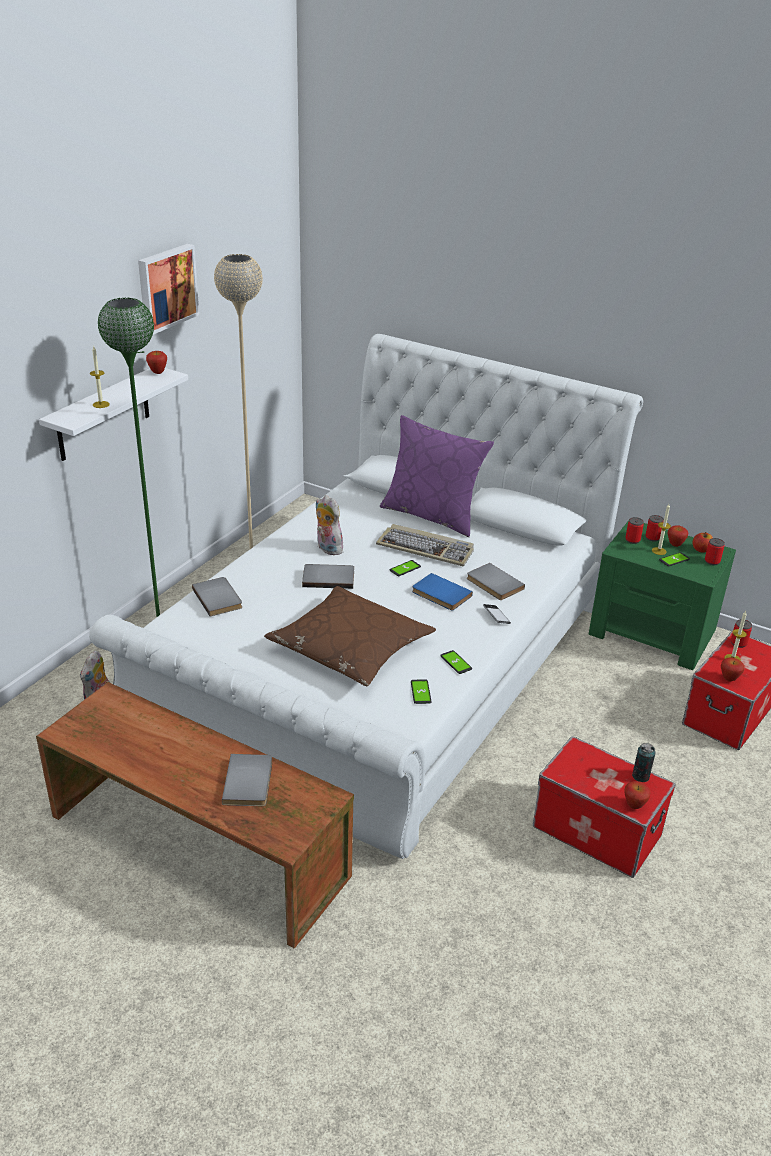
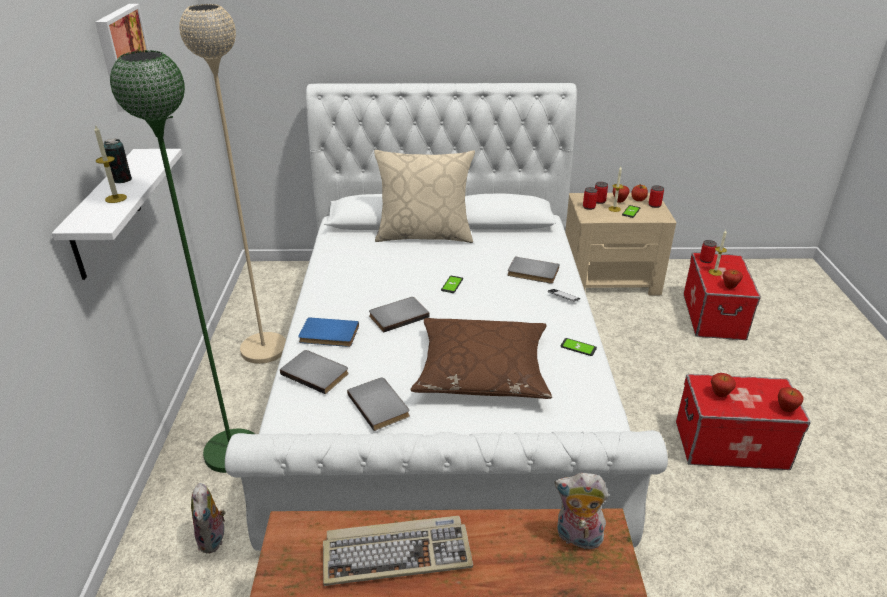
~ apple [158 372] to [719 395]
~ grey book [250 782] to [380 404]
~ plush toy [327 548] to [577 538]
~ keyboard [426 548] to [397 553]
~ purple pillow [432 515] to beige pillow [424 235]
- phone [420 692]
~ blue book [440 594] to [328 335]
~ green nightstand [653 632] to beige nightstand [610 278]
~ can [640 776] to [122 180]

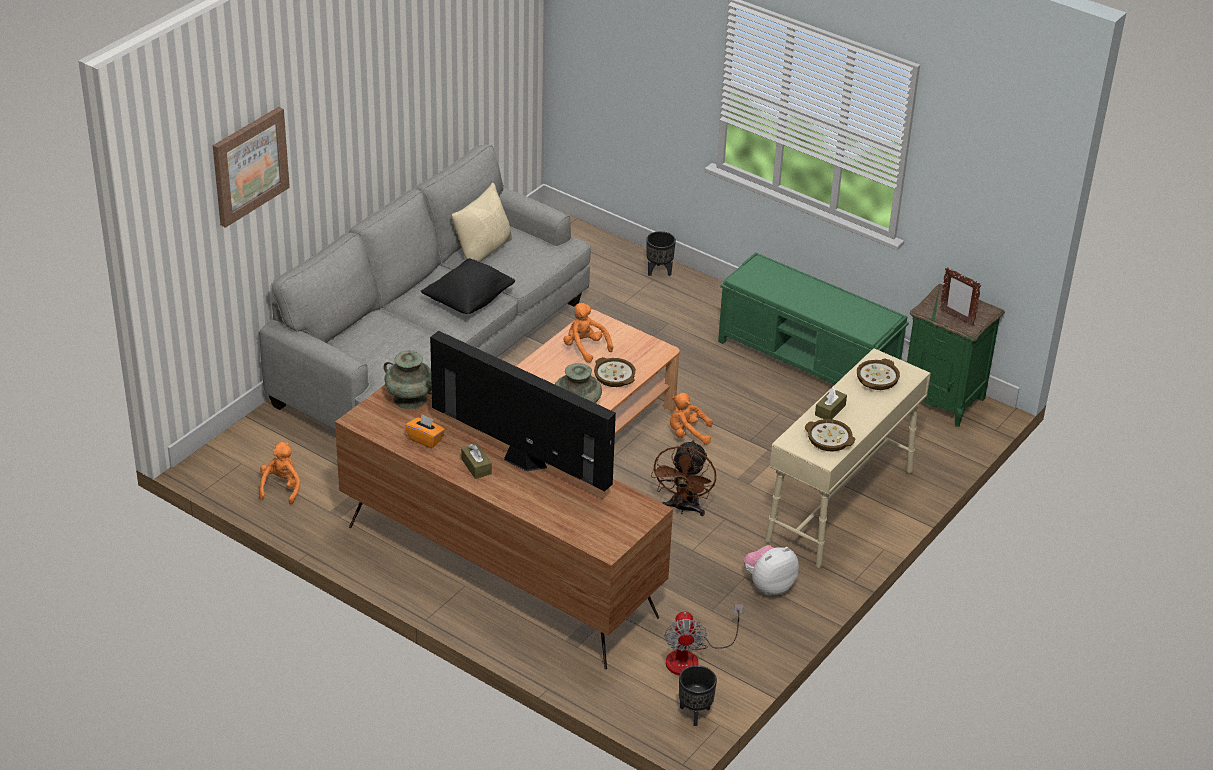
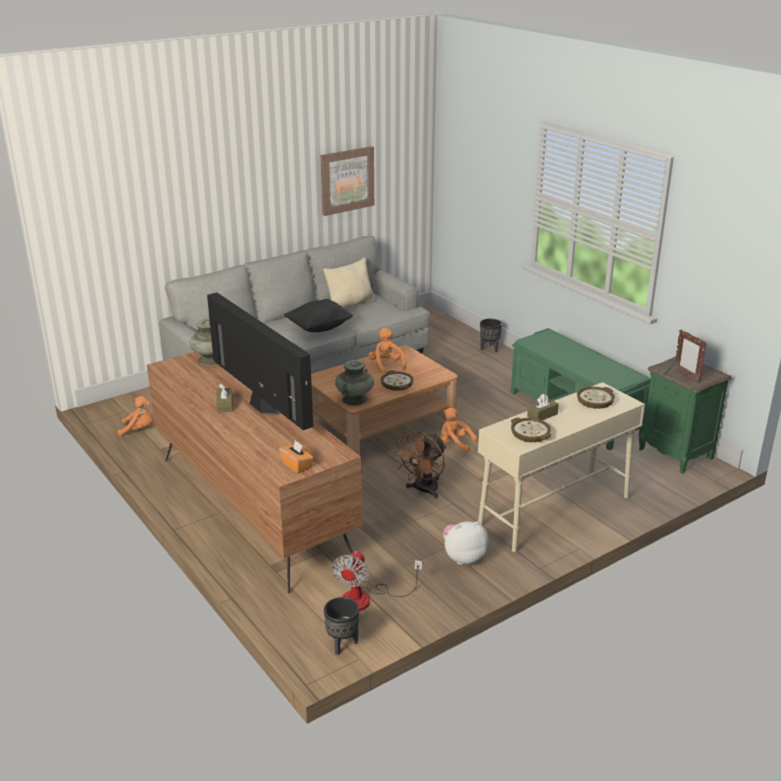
~ picture [249 165] to [346 180]
~ orange plush toy [281 488] = [139 429] 60 degrees clockwise
~ orange tissue box [425 439] to [297 465]

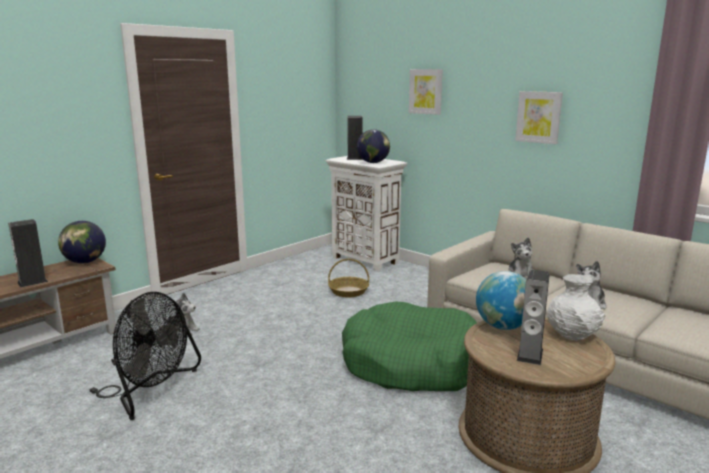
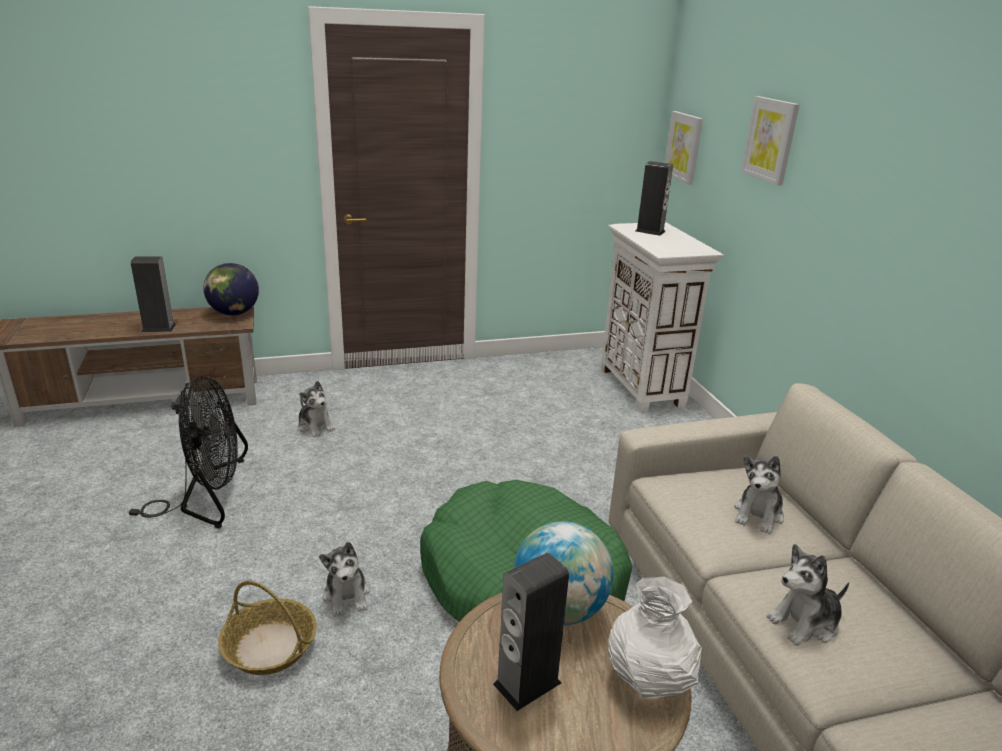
~ black fan [148 391] = [205 495] 60 degrees counterclockwise
~ basket [349 291] to [270 646]
- globe [373 163]
~ picture [539 117] to [684 147]
+ plush toy [347 596]

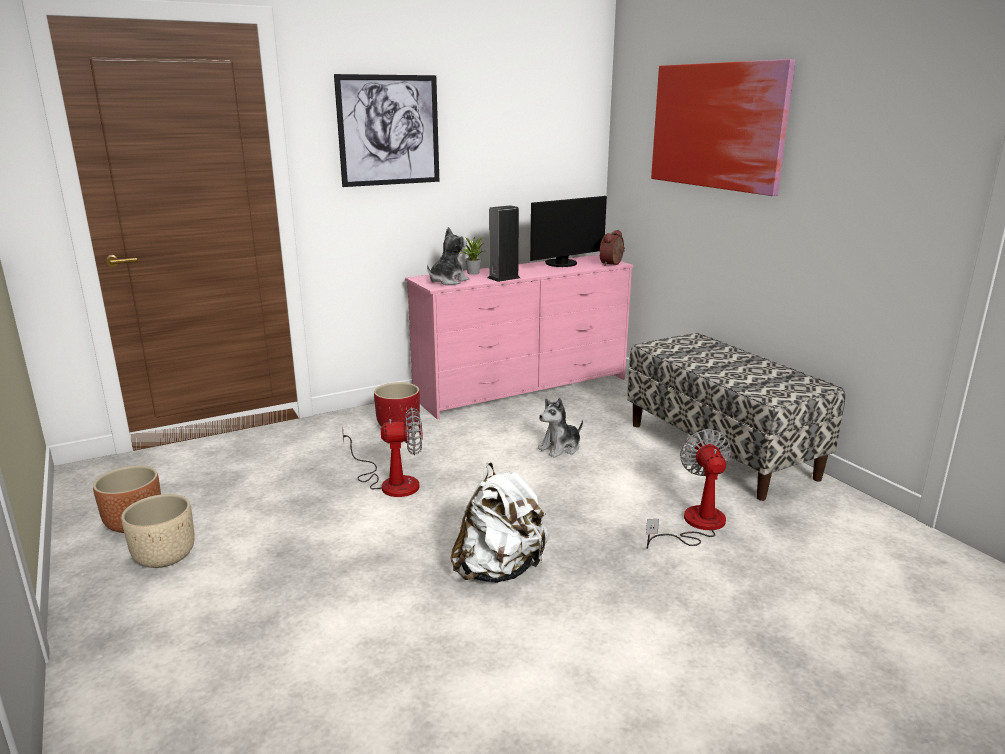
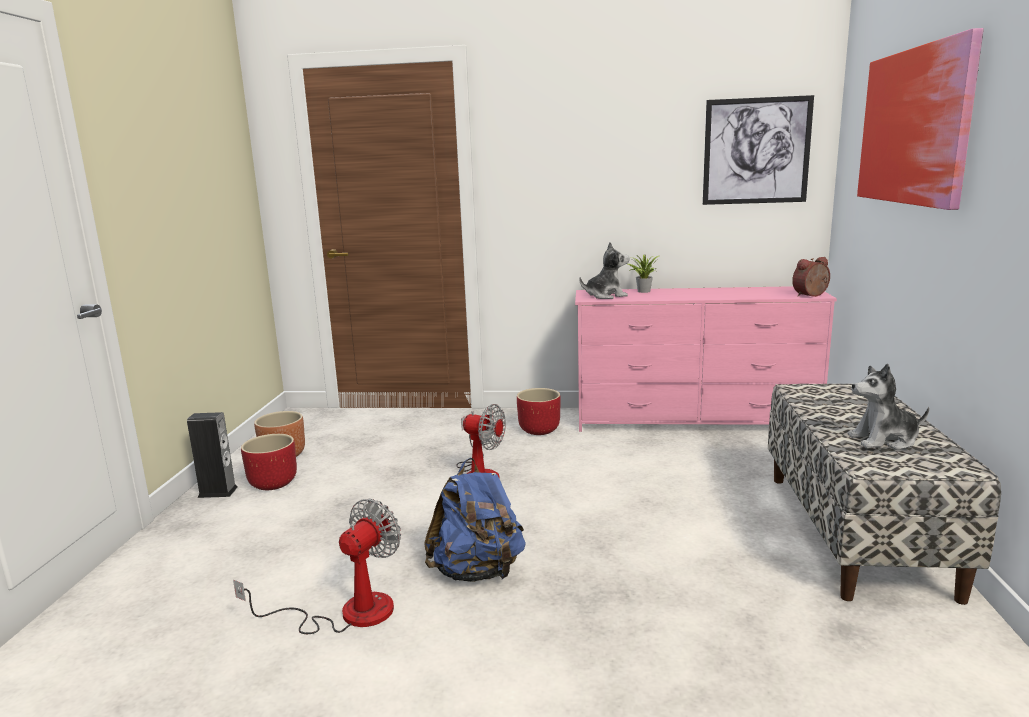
~ beige planter [165 556] to red planter [273 483]
~ picture [389 130] to [756 151]
~ white backpack [499 570] to blue backpack [477 572]
~ speaker [503 278] to [218 492]
- monitor [563 264]
~ plush toy [560 448] to [884 440]
~ fan [695 525] to [347 613]

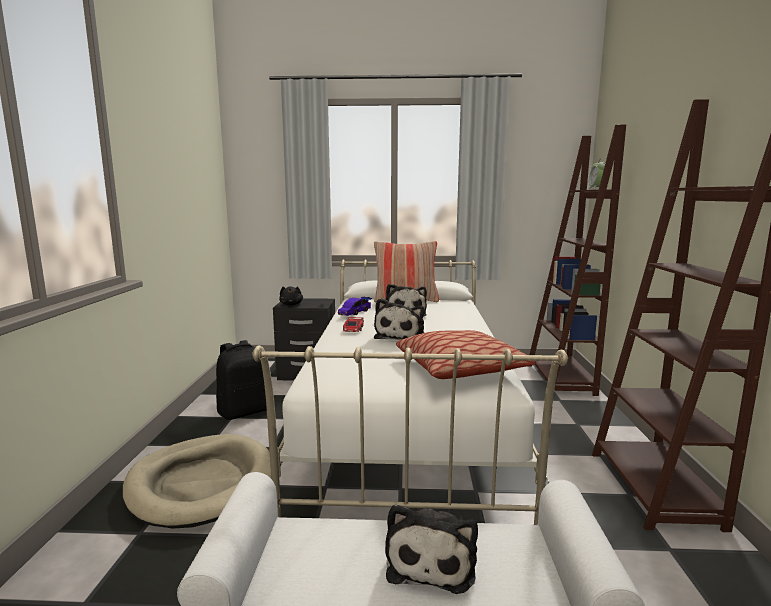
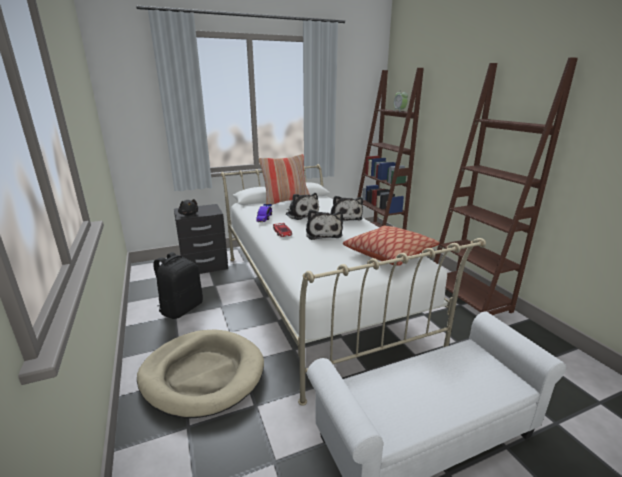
~ plush toy [431 560] to [344 217]

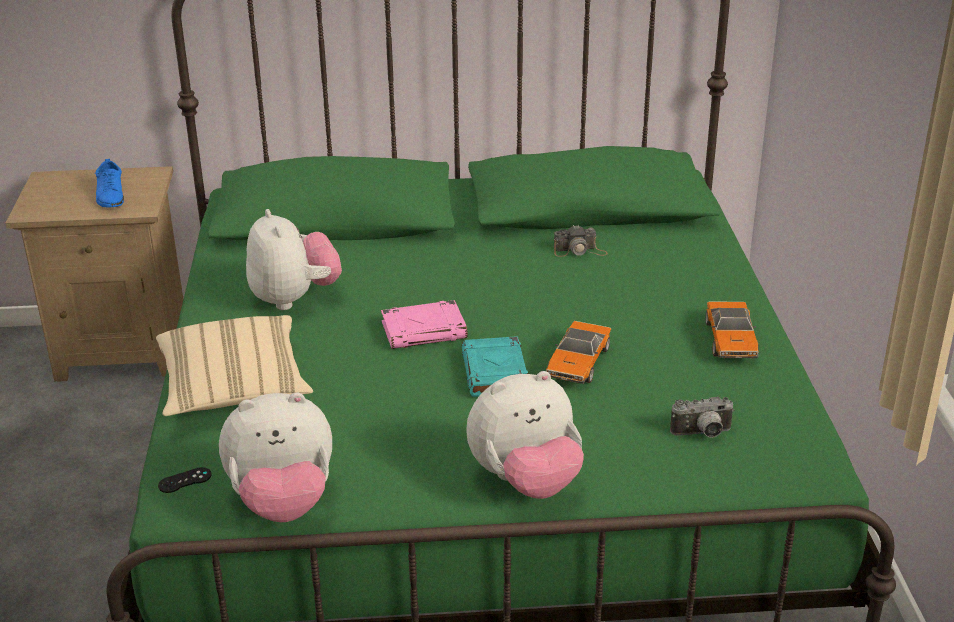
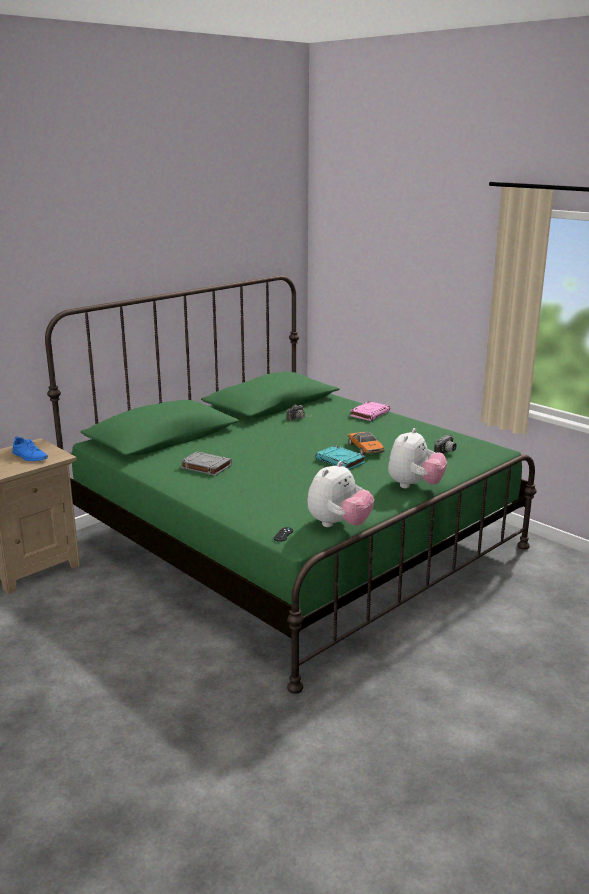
- beige pillow [234 388]
~ plush toy [294 298] to grey book [205 466]
~ pink book [425 330] to [369 414]
- toy car [731 340]

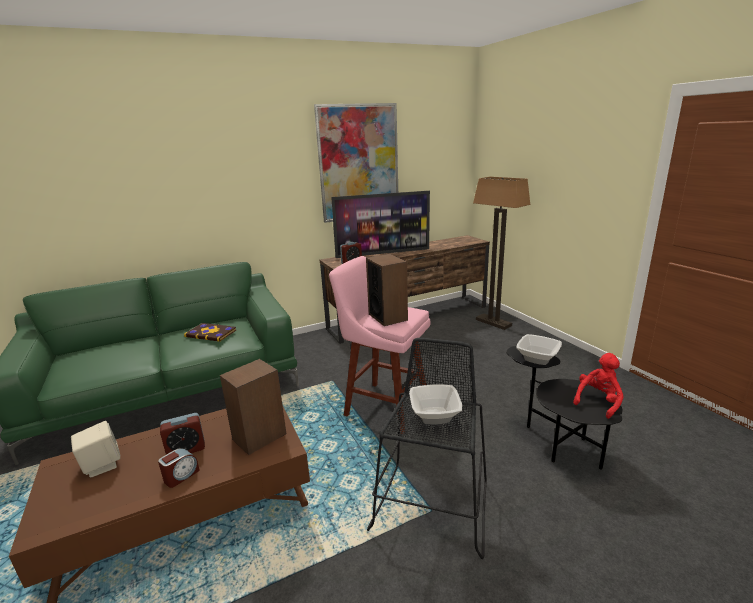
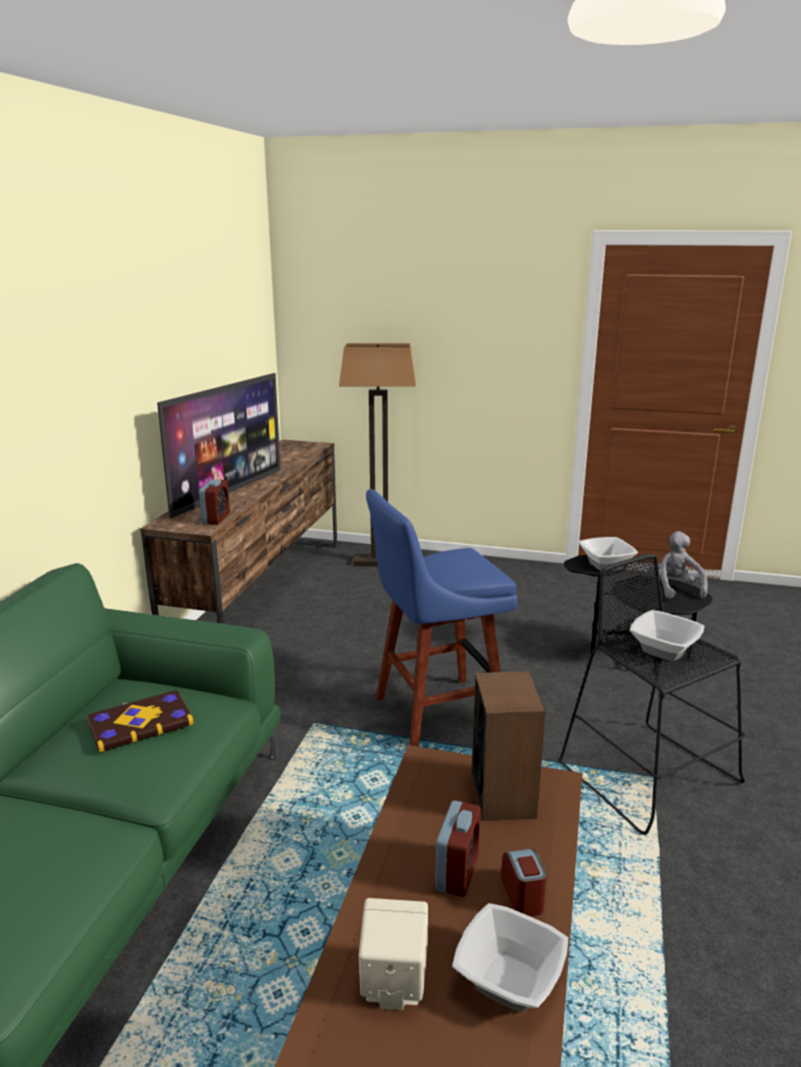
- picture [359 163]
~ pink stool [385 406] to blue stool [435 714]
- speaker [388 317]
~ red plush toy [598 401] to grey plush toy [674 588]
+ bowl [509 979]

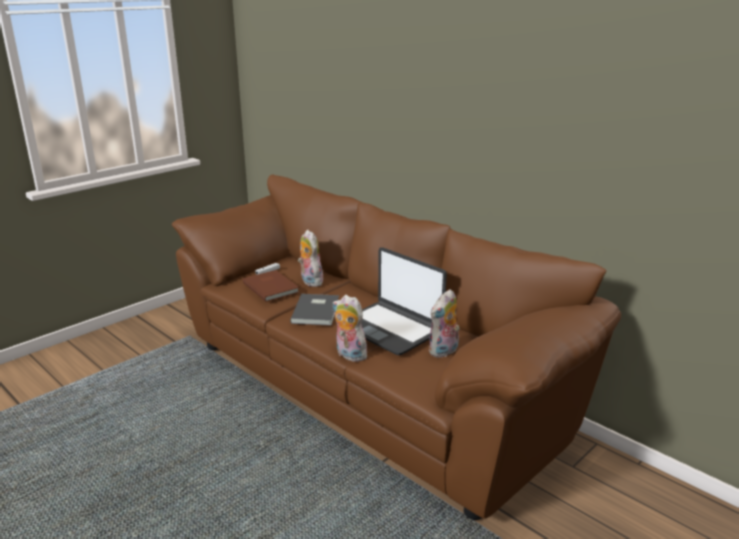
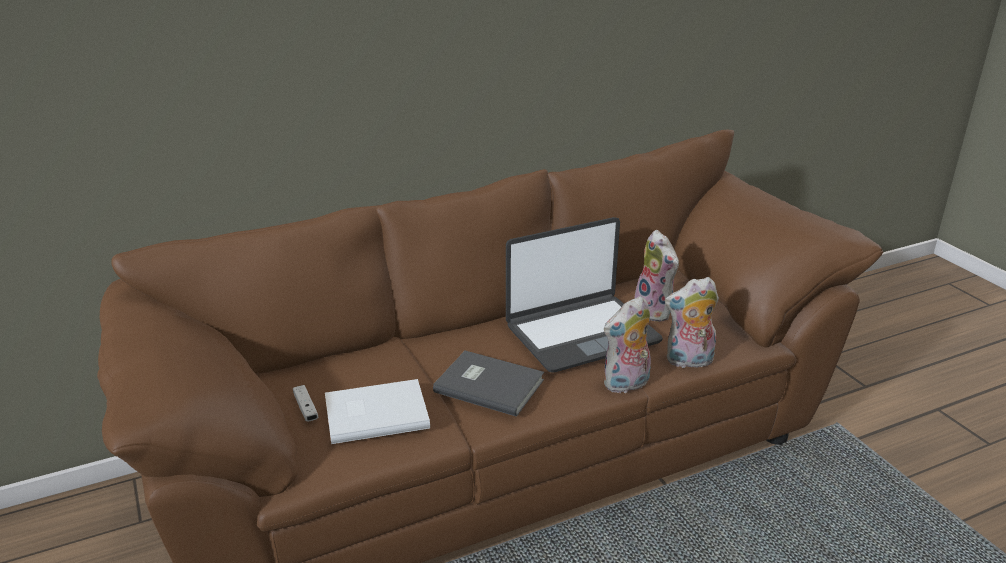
~ brown book [271 287] to white book [374 413]
~ plush toy [310 281] to [688 361]

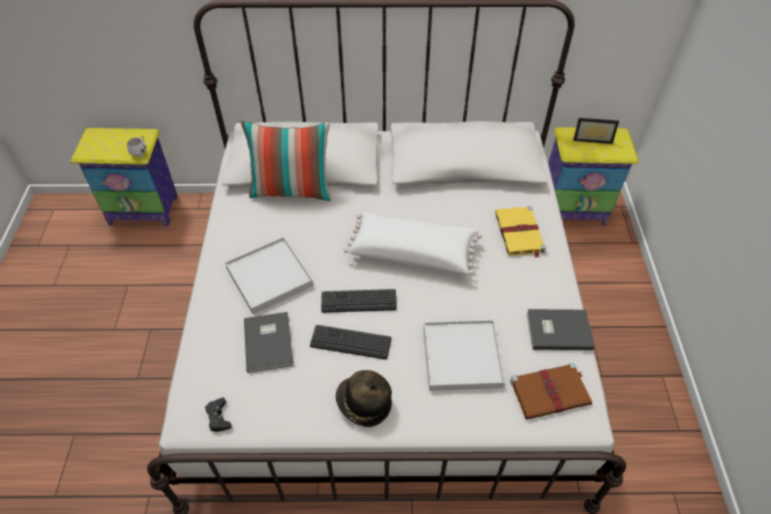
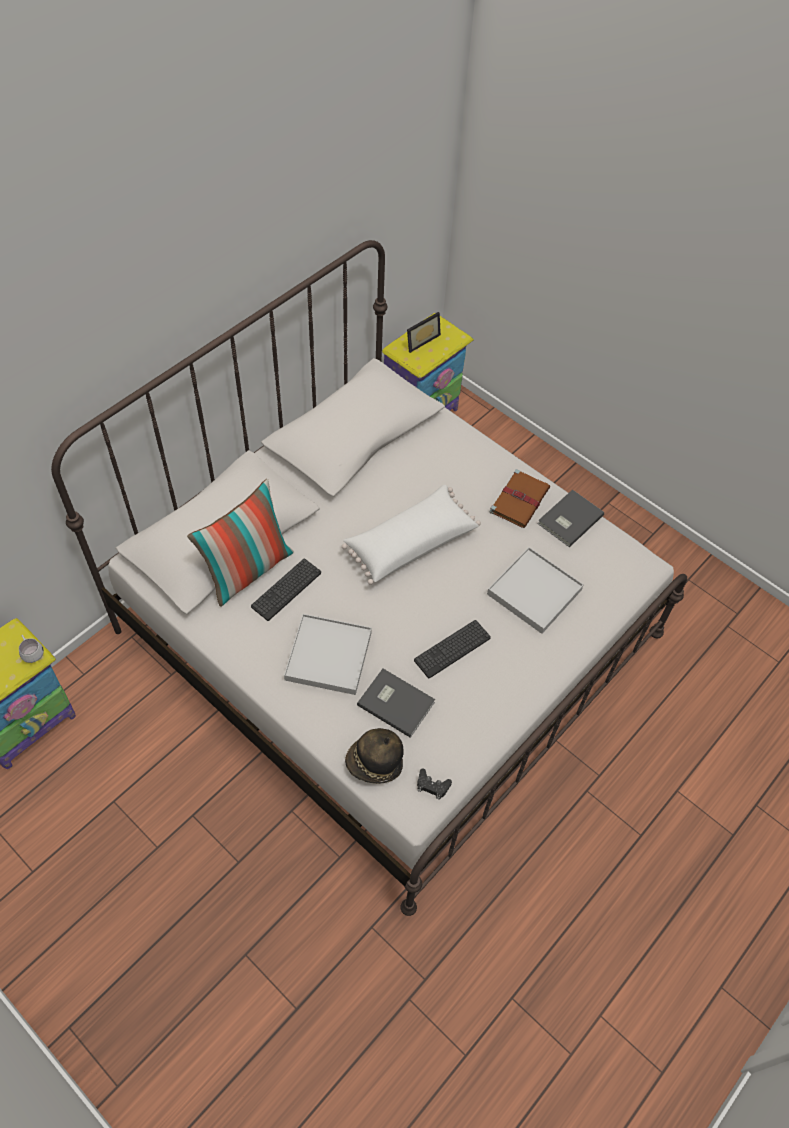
~ keyboard [359 301] to [286 589]
~ hat [364 404] to [374 763]
- yellow book [519 233]
~ brown book [551 392] to [520 499]

